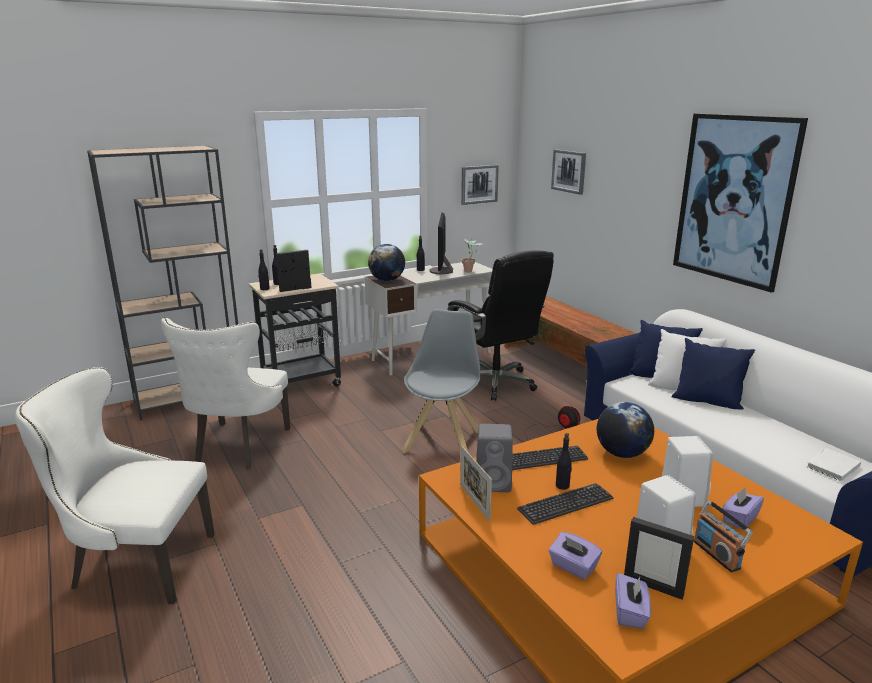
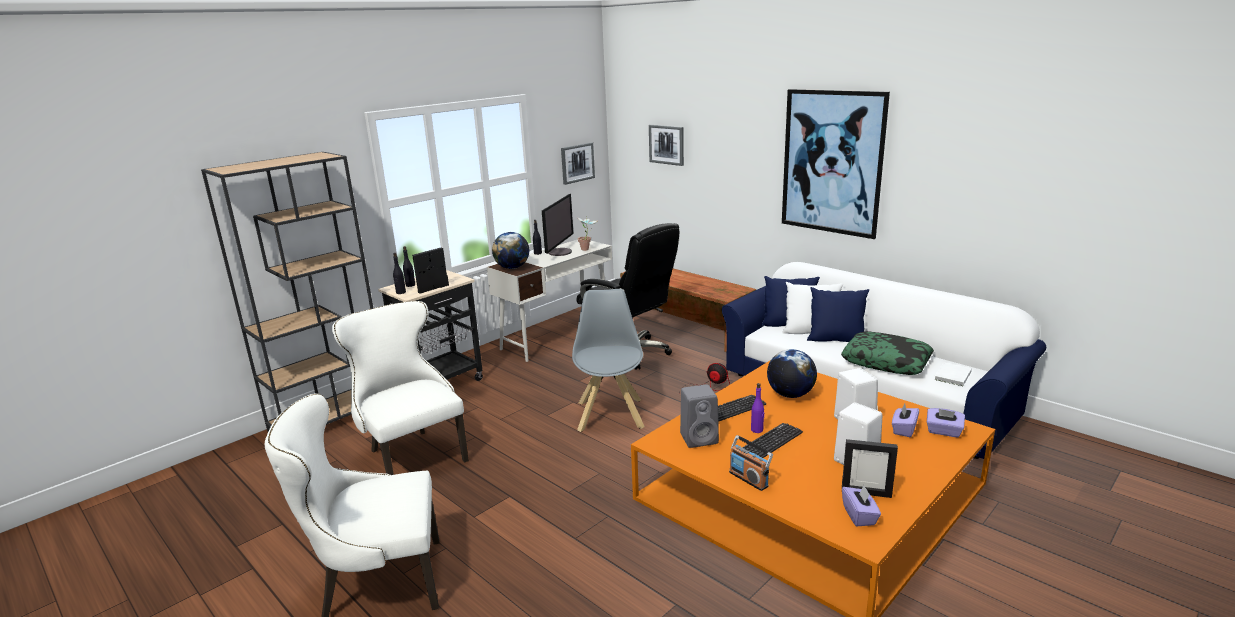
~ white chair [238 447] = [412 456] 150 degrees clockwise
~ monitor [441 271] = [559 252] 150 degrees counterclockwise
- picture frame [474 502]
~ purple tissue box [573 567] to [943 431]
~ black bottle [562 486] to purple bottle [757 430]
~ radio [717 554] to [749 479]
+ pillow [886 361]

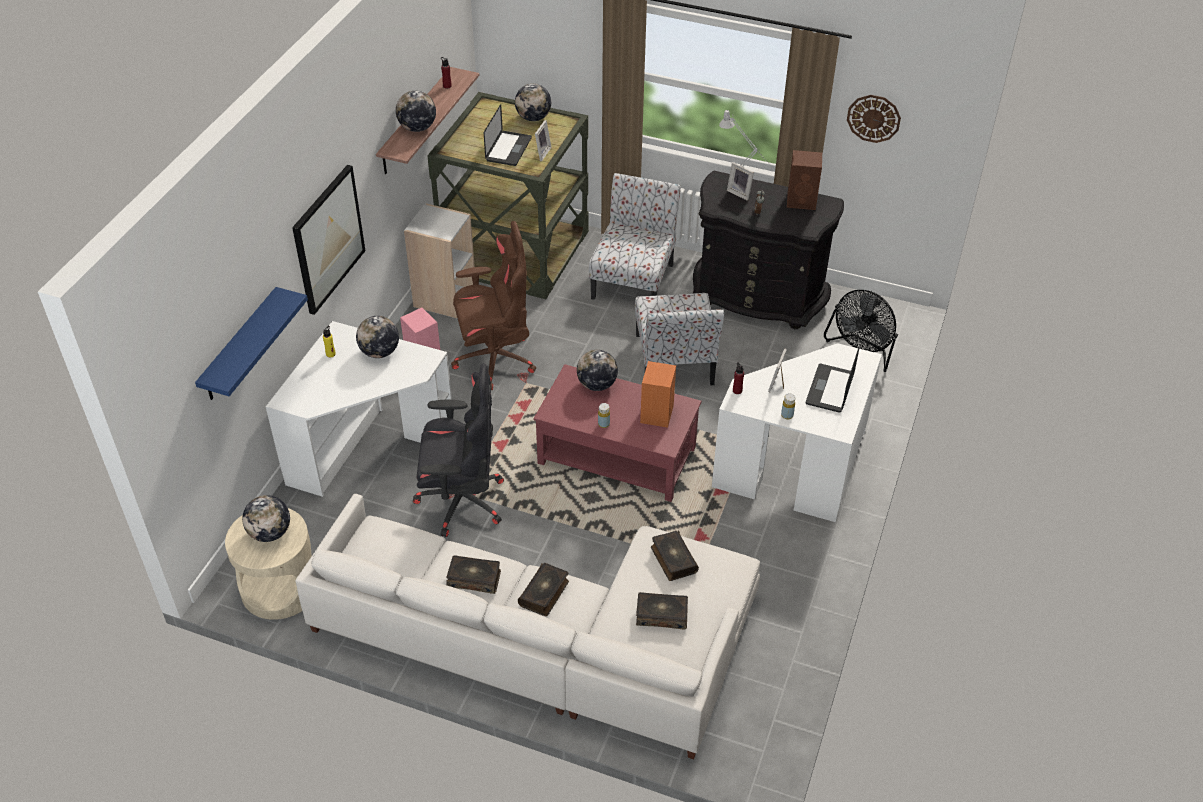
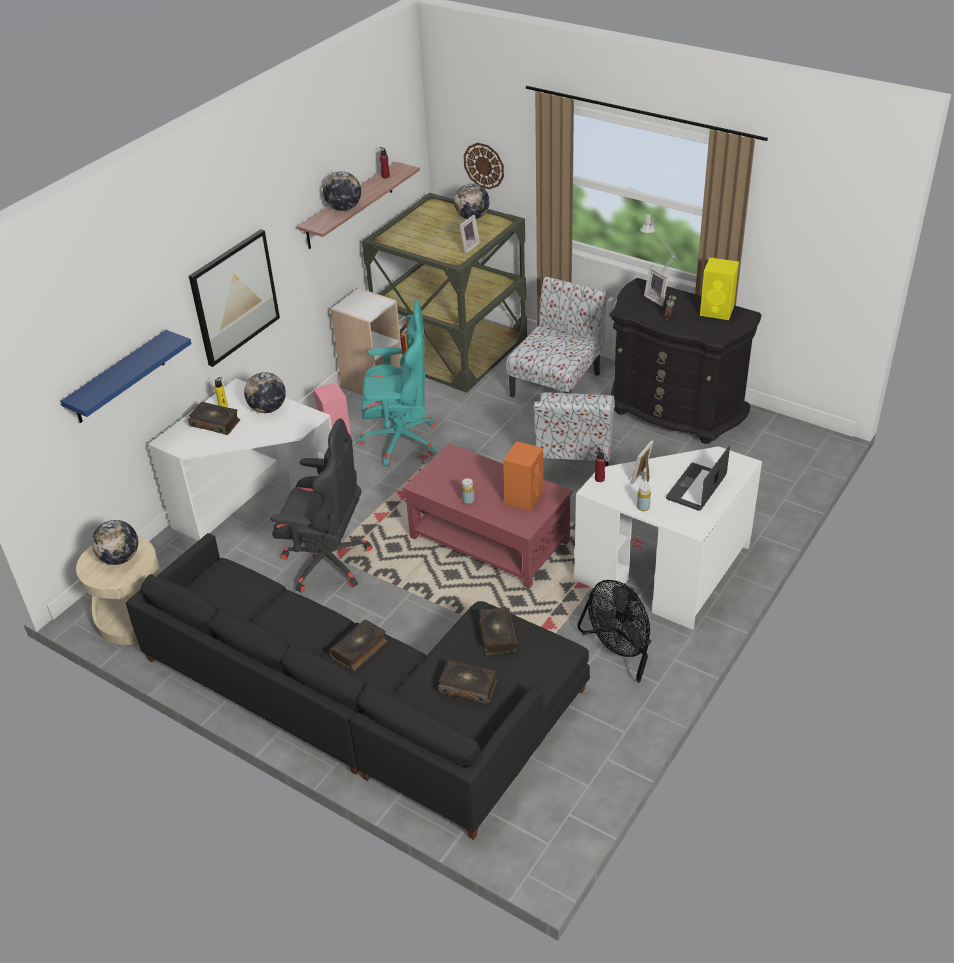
~ white sofa [550 638] to black sofa [368 700]
~ book [474 578] to [215 423]
~ brown office chair [494 361] to turquoise office chair [399 441]
- laptop [508 149]
- globe [597 385]
~ brown speaker [802 201] to yellow speaker [717 311]
~ black fan [861 347] to [621 647]
~ wall clock [873 118] to [484 165]

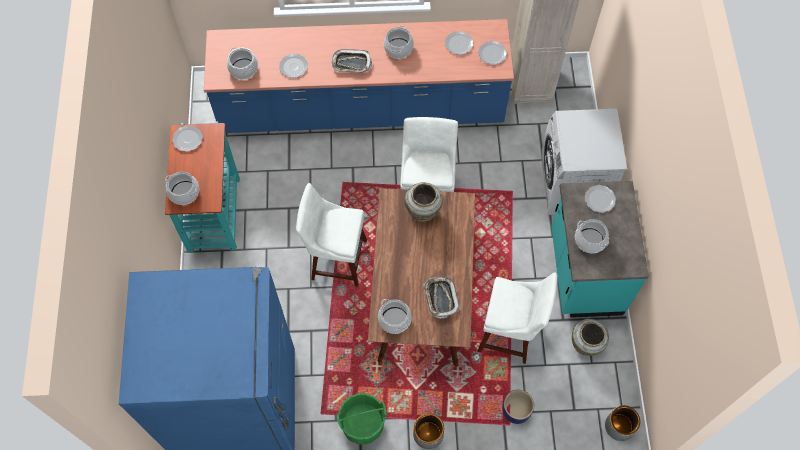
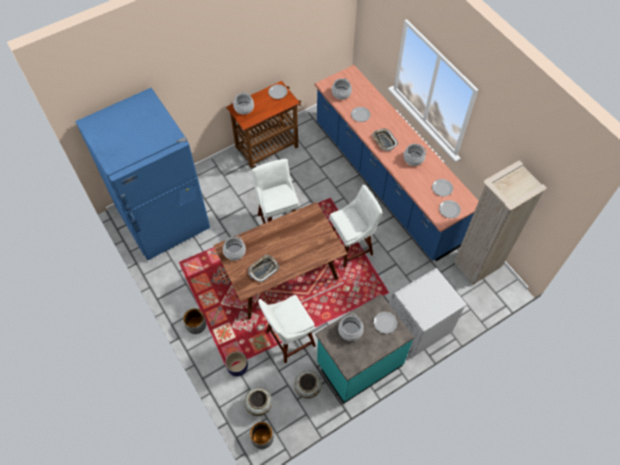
~ turquoise cart [215 214] to brown cart [268 148]
- green bucket [363 425]
~ beige vase [423 211] to [259 406]
~ white chair [510 334] = [288 339] 75 degrees clockwise

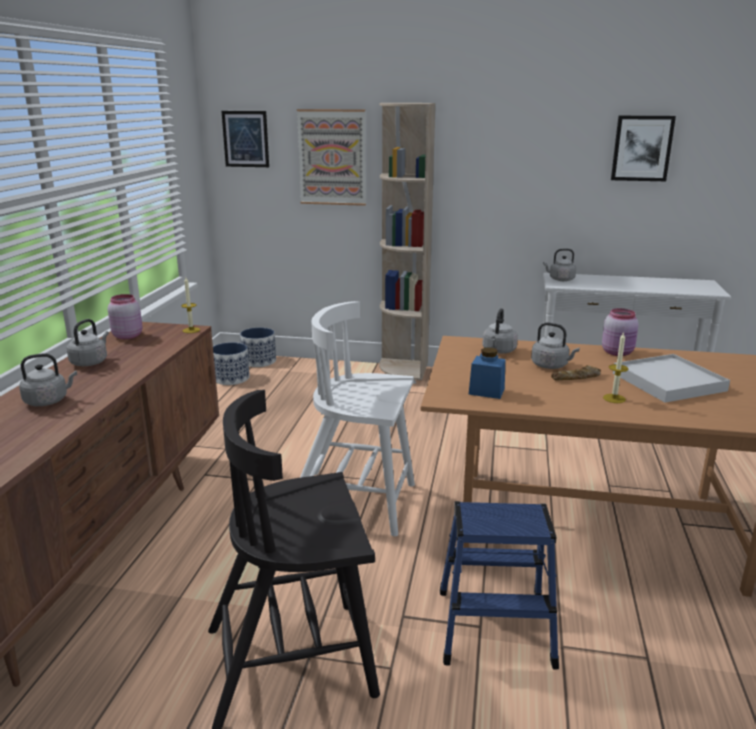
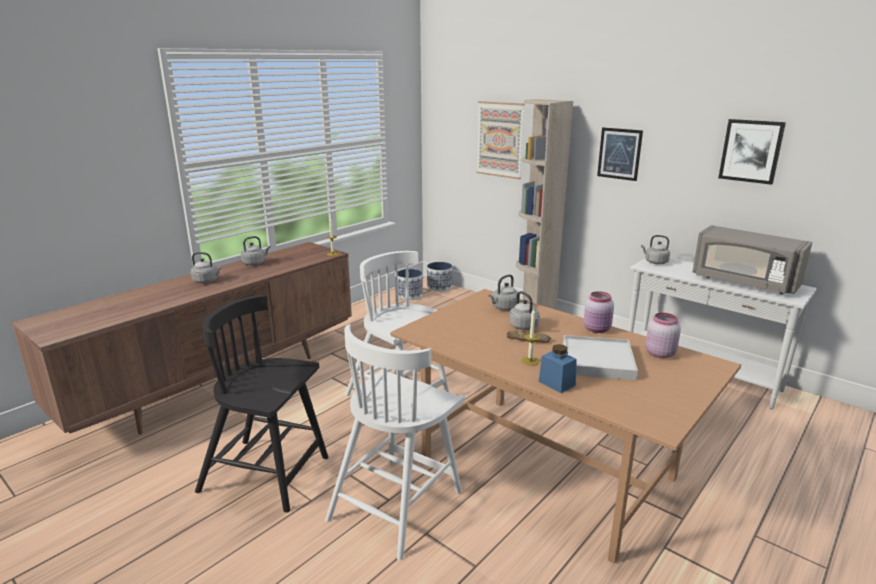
~ pink jar [127 336] to [659 353]
~ picture [245 139] to [619 154]
~ blue step ladder [494 626] to white chair [397 503]
~ blue jar [486 391] to [556 383]
+ grey microwave [744 282]

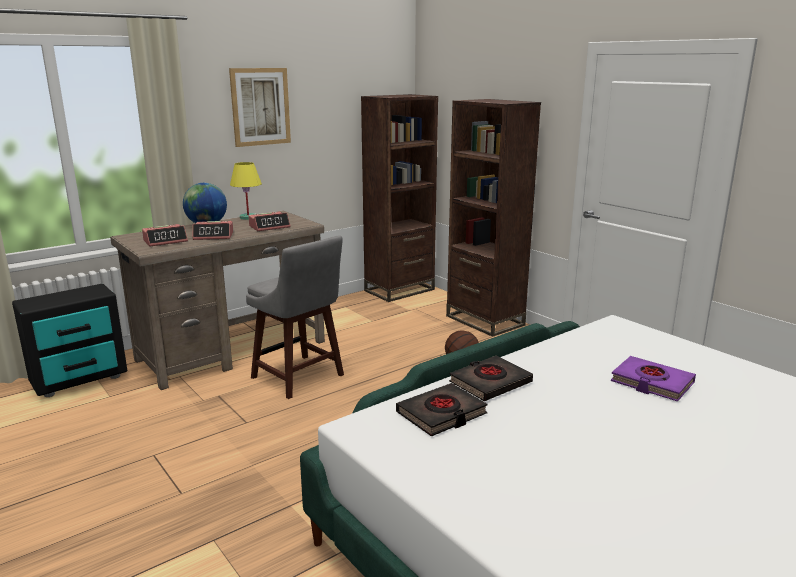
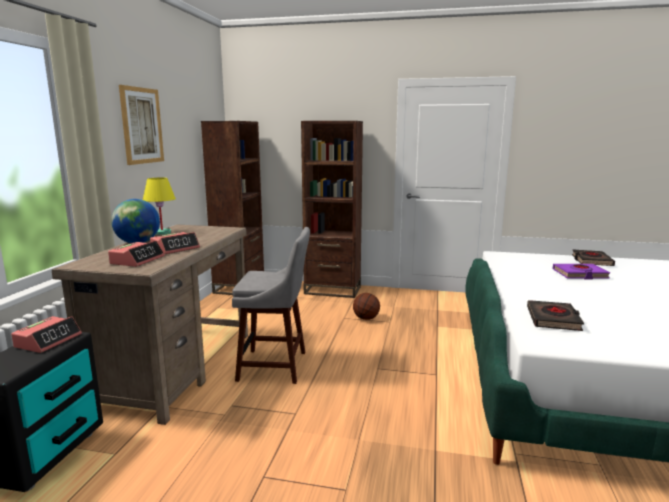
~ alarm clock [269 227] to [48 340]
~ black book [490 383] to [591 261]

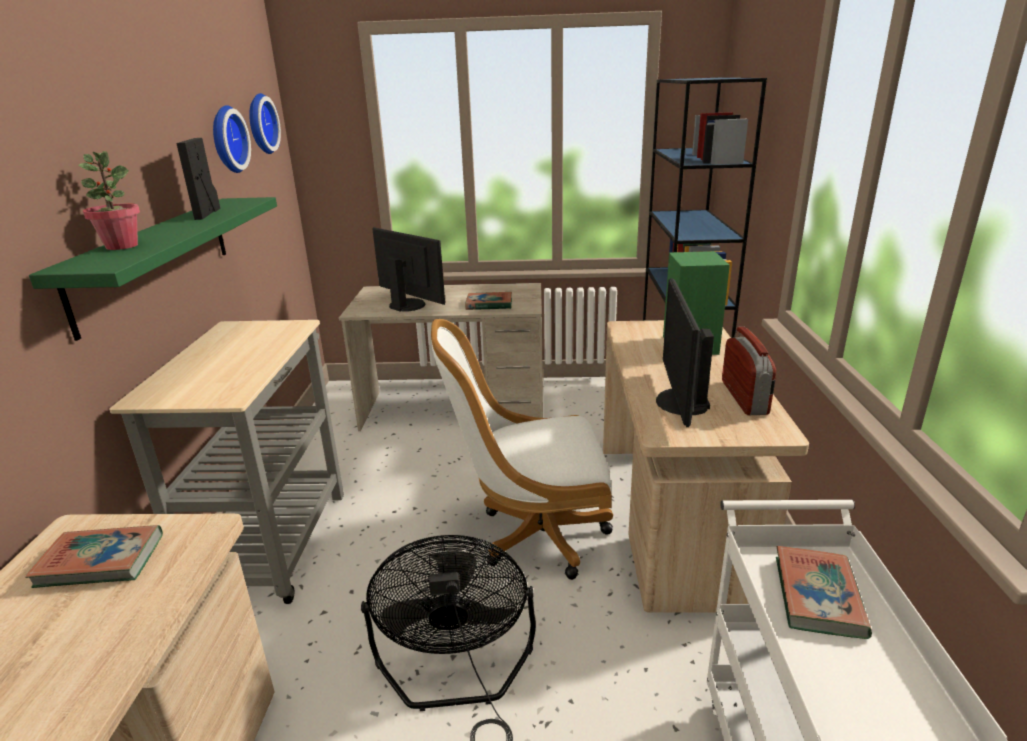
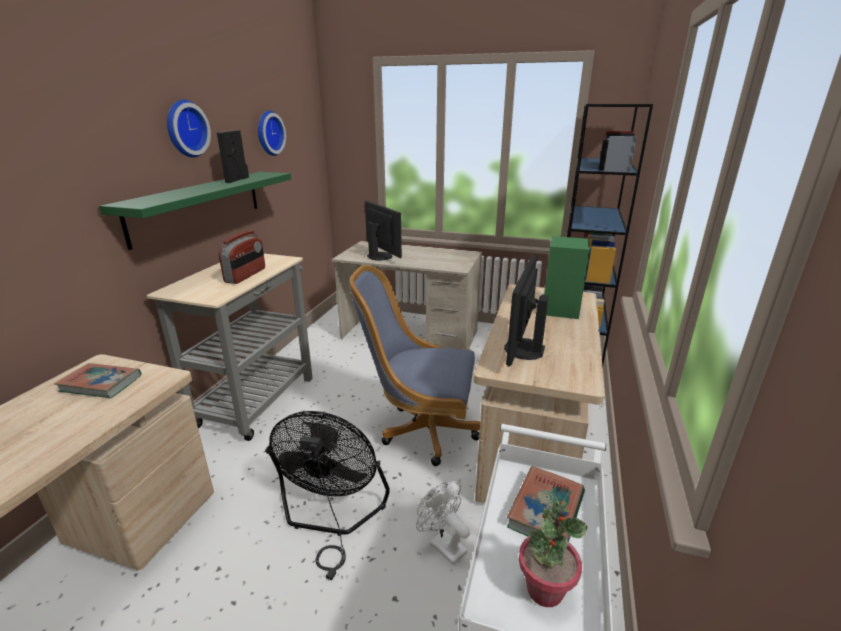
~ potted plant [122 246] to [544 589]
~ wall clock [259 124] to [185 129]
~ white office chair [531 537] to blue office chair [420 431]
- book [489 304]
~ radio [745 397] to [246 275]
+ white fan [443 545]

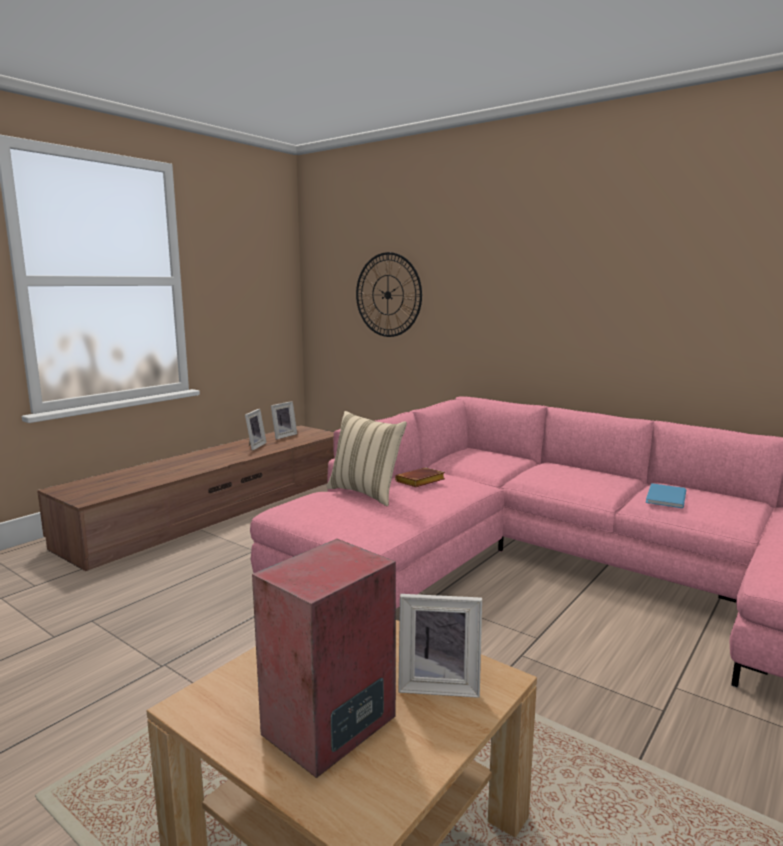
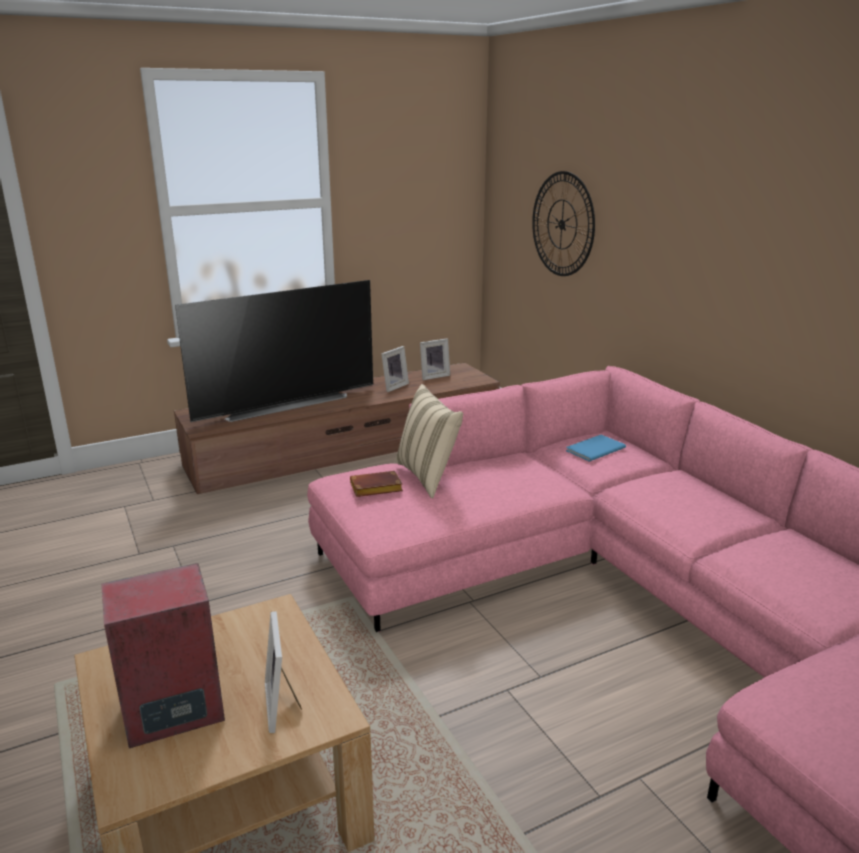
~ brown book [420 482] to [375 489]
~ picture frame [439 684] = [283 704] 45 degrees clockwise
~ blue book [664 497] to [593 449]
+ television [284 404]

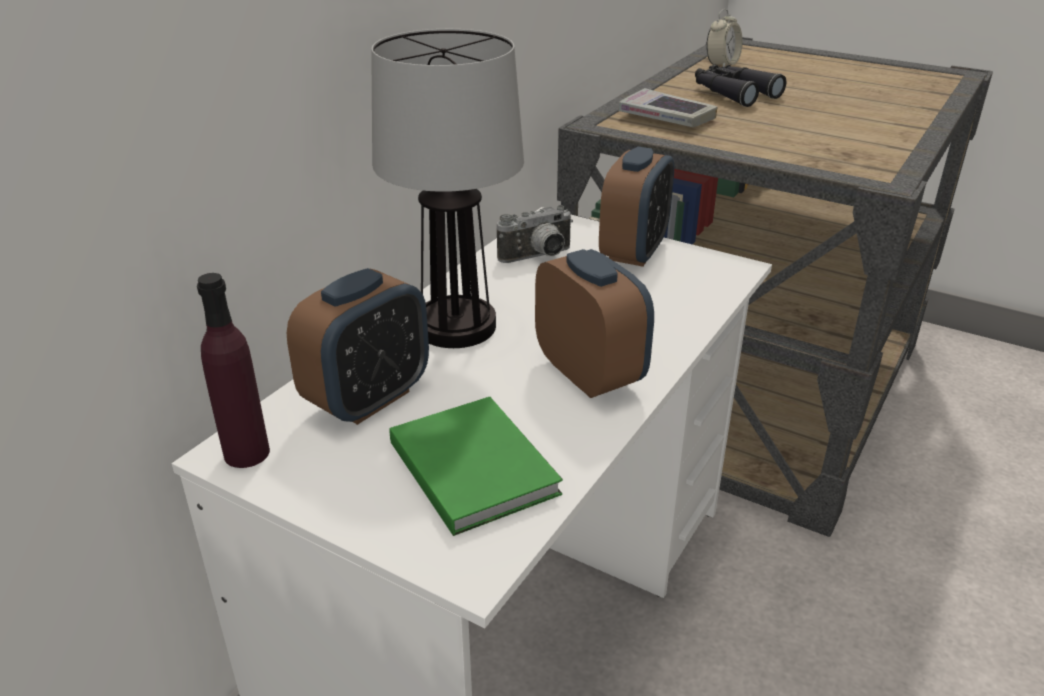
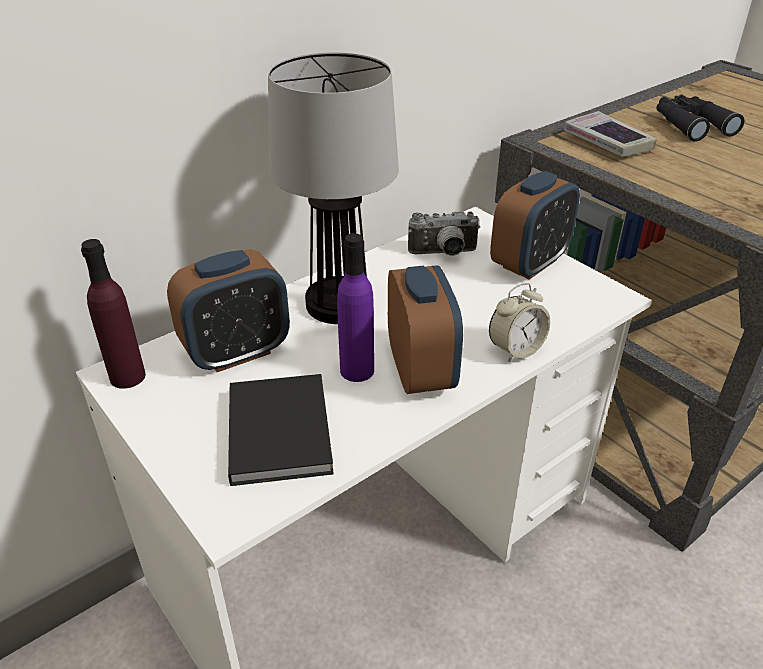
~ green book [473 464] to black book [281 429]
~ alarm clock [722 65] to [516 350]
+ purple bottle [357 370]

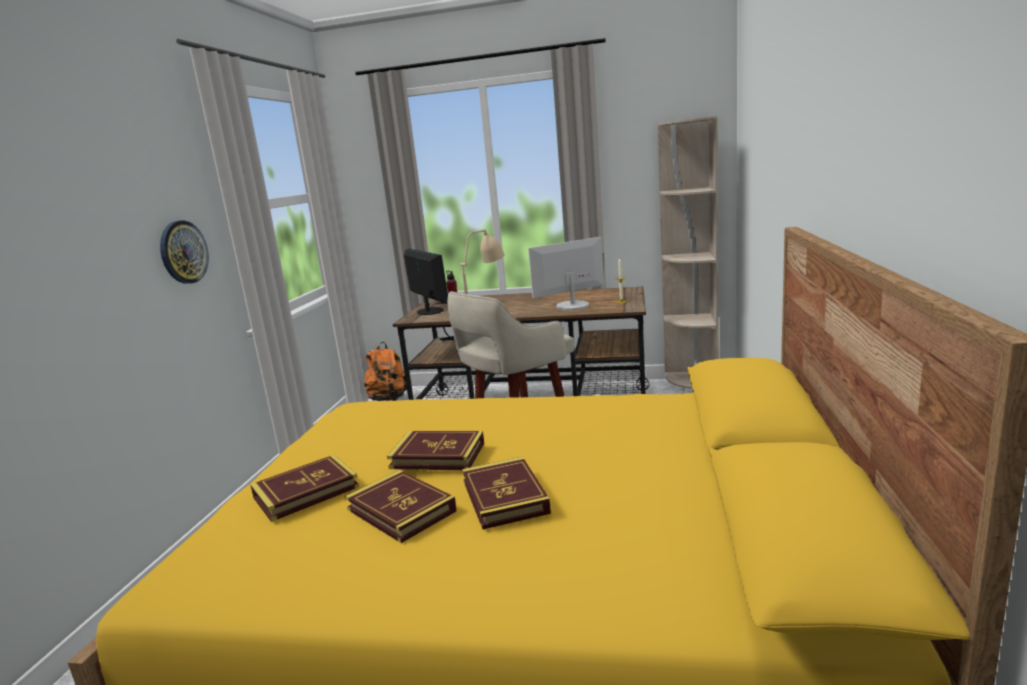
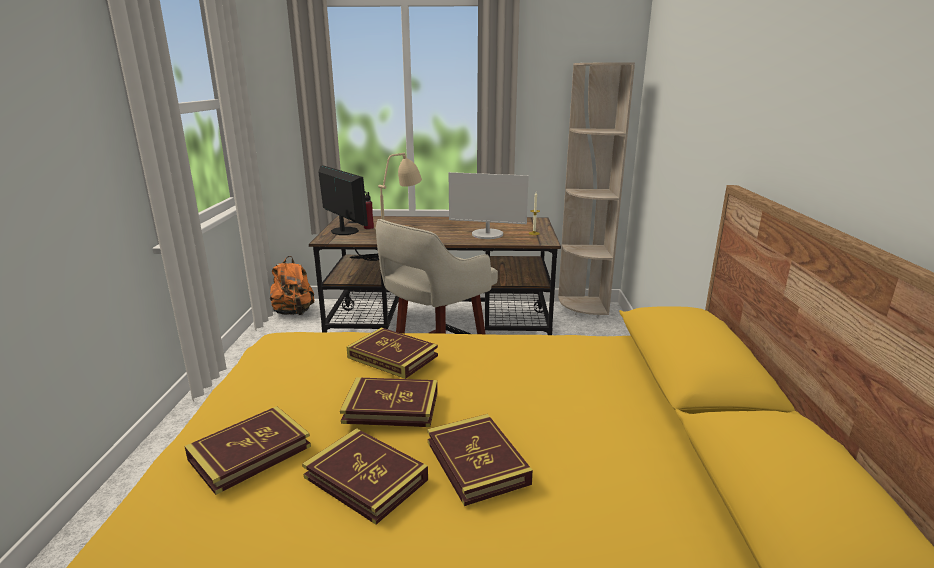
- wall clock [183 252]
~ monitor [572 306] = [487 234] 135 degrees counterclockwise
+ book [392 357]

